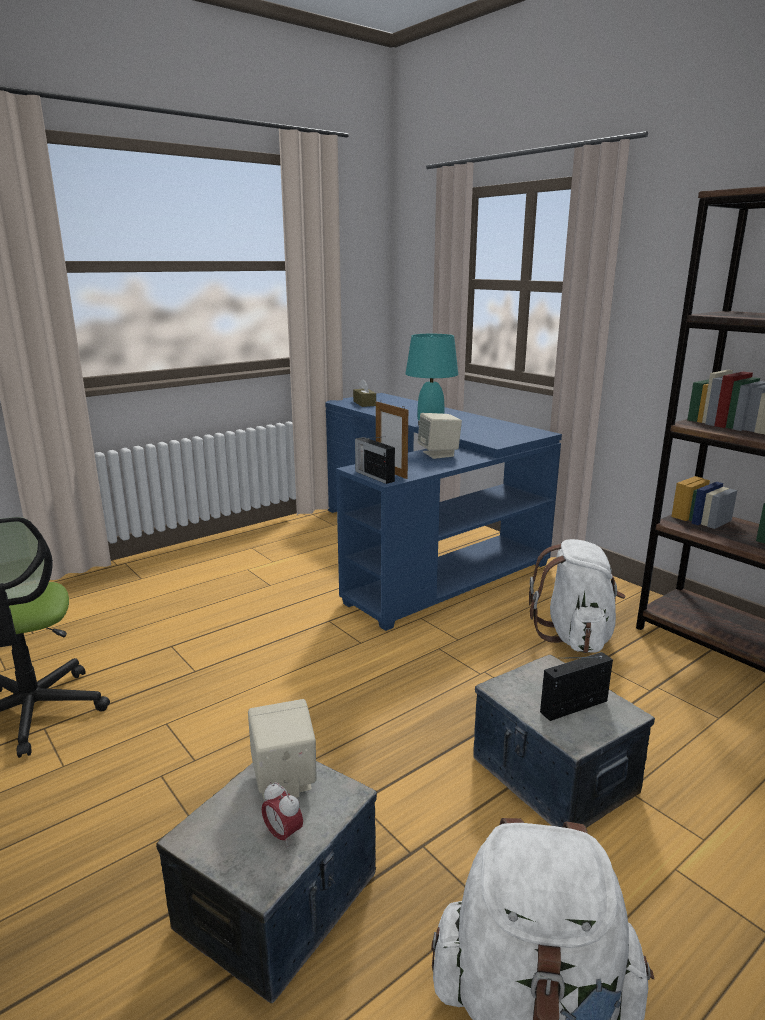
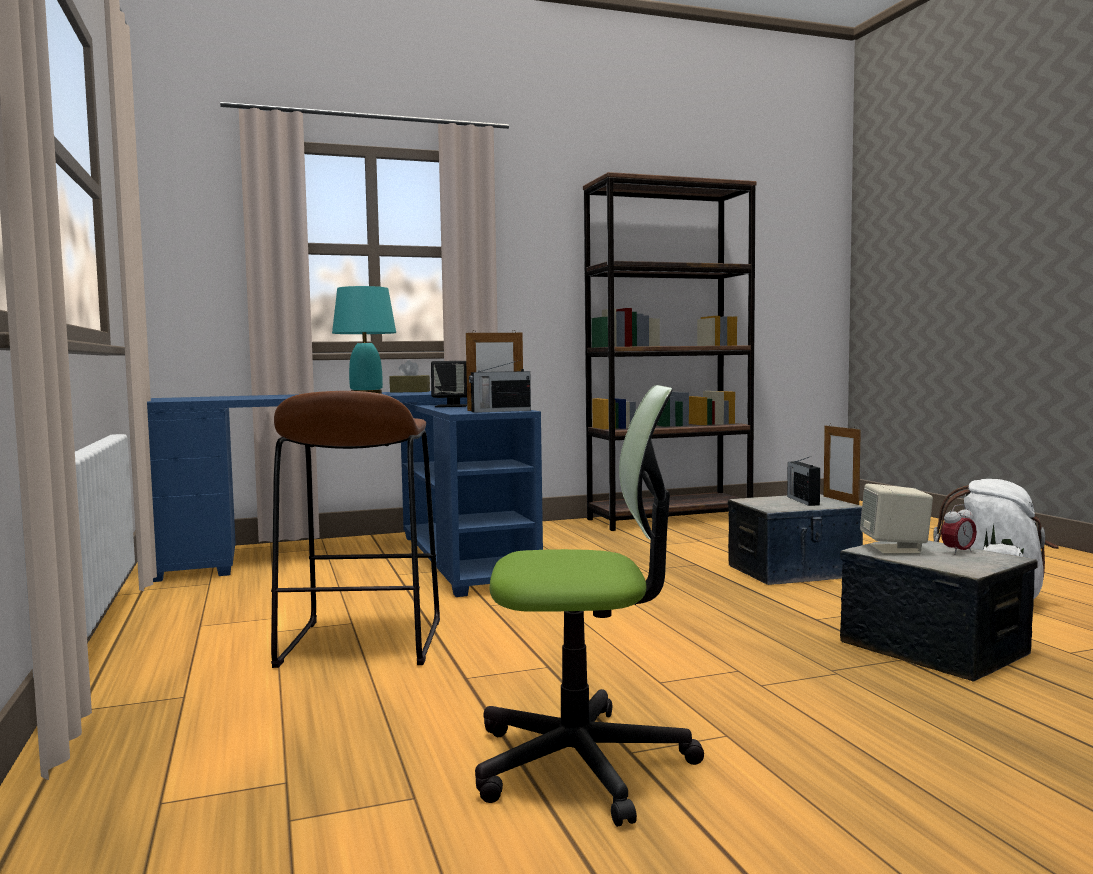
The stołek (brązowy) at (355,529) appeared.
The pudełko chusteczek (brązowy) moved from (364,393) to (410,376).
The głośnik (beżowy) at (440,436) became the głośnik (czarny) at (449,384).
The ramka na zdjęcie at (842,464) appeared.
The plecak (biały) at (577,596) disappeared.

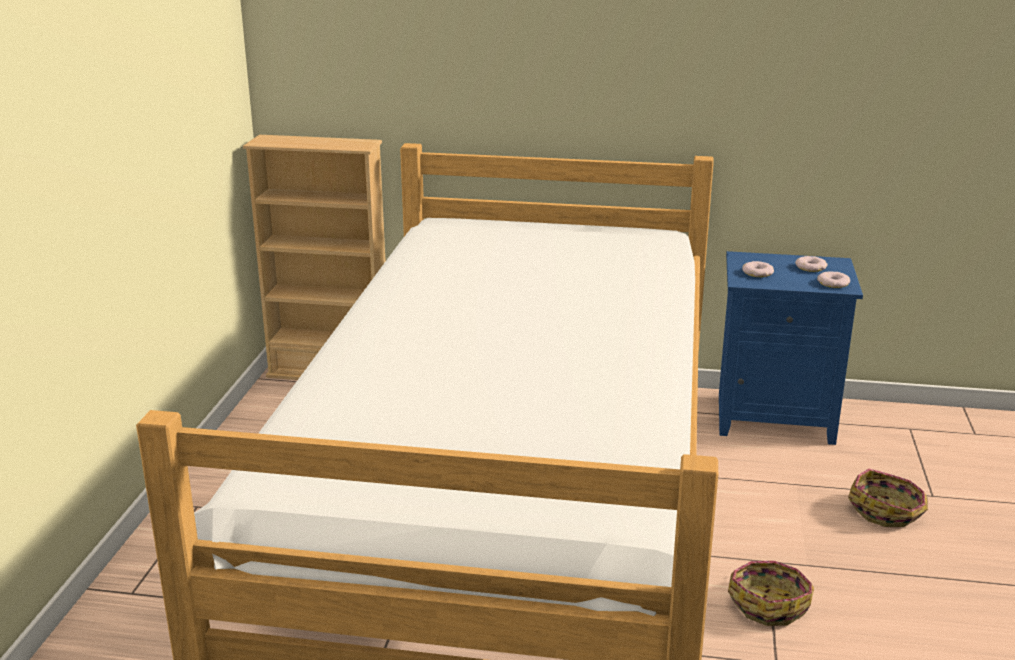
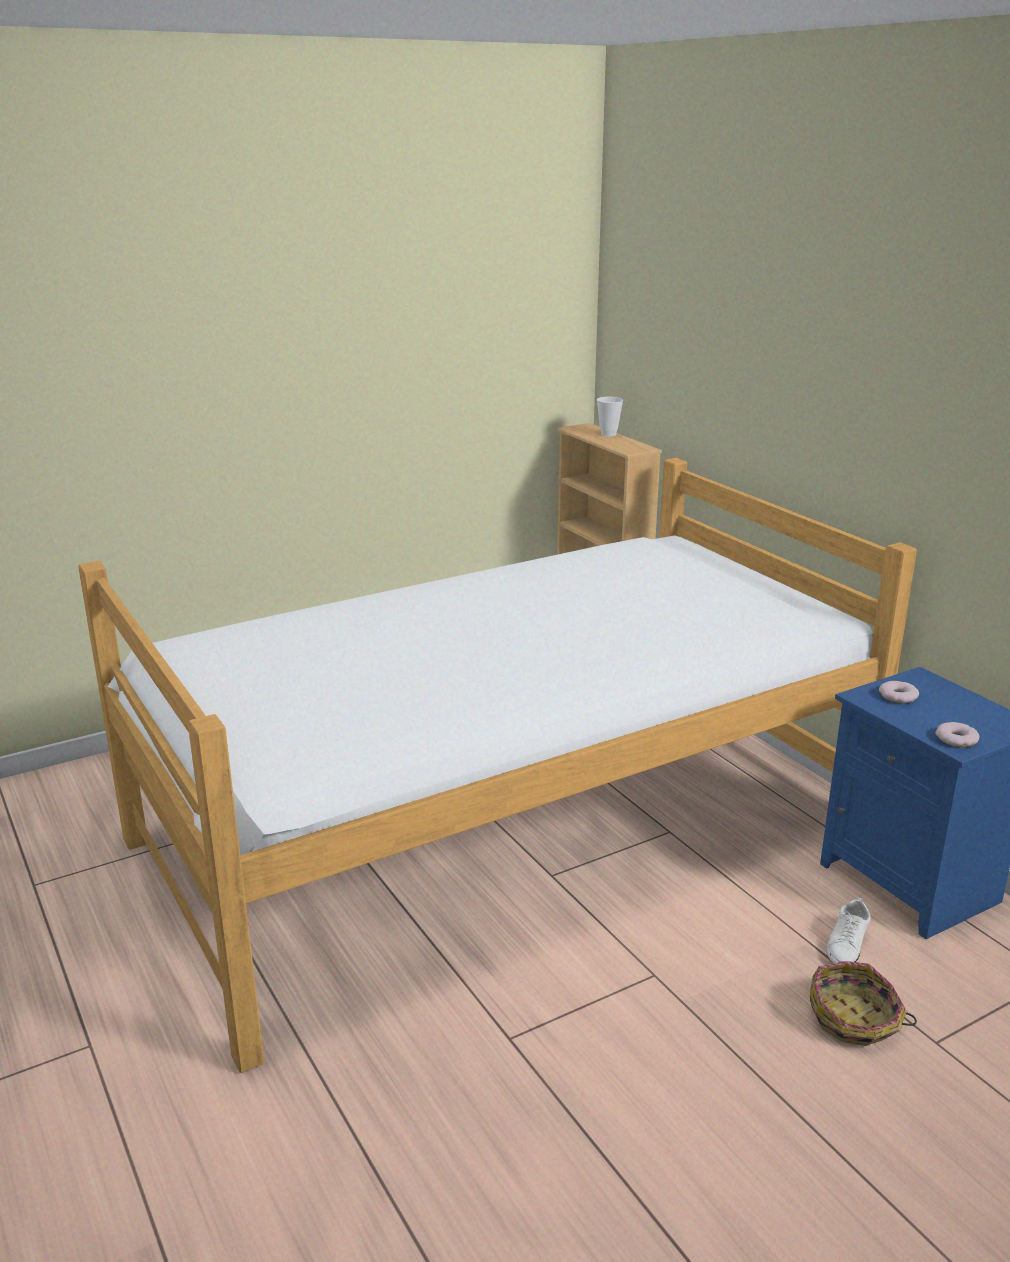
The filiżanka at (610,416) appeared.
The but (biały) at (849,930) appeared.
The koszyk at (771,593) disappeared.
The donut at (811,264) disappeared.

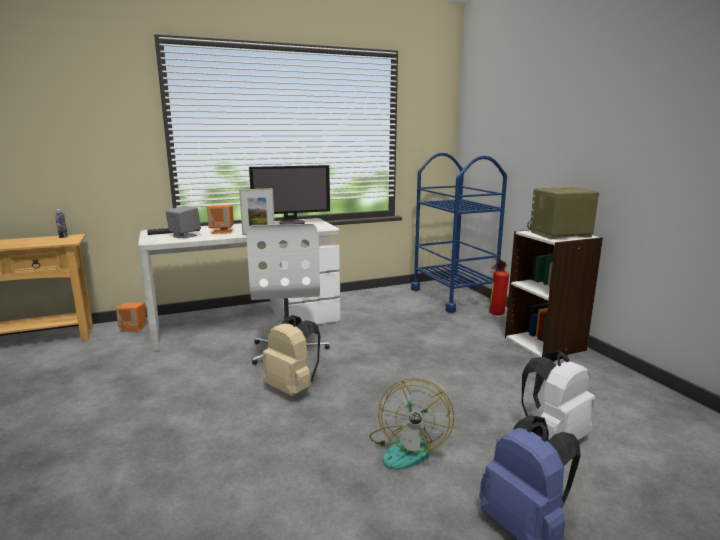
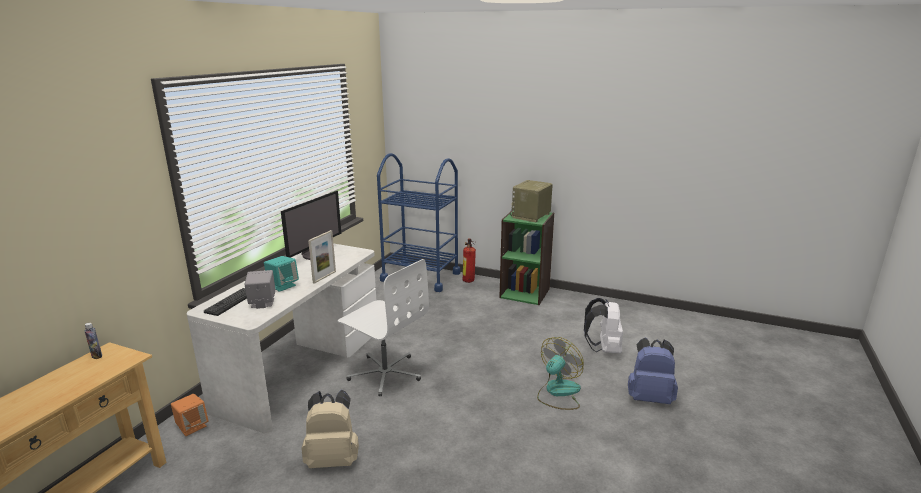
The głośnik (pomarańczowy) at (220,219) became the głośnik (turkusowy) at (281,274).
The plecak (beżowy) moved from (292,355) to (330,429).
The regał (biały) at (554,293) became the regał (zielony) at (526,257).
The wentylator at (411,424) turned 105 degrees counterclockwise.

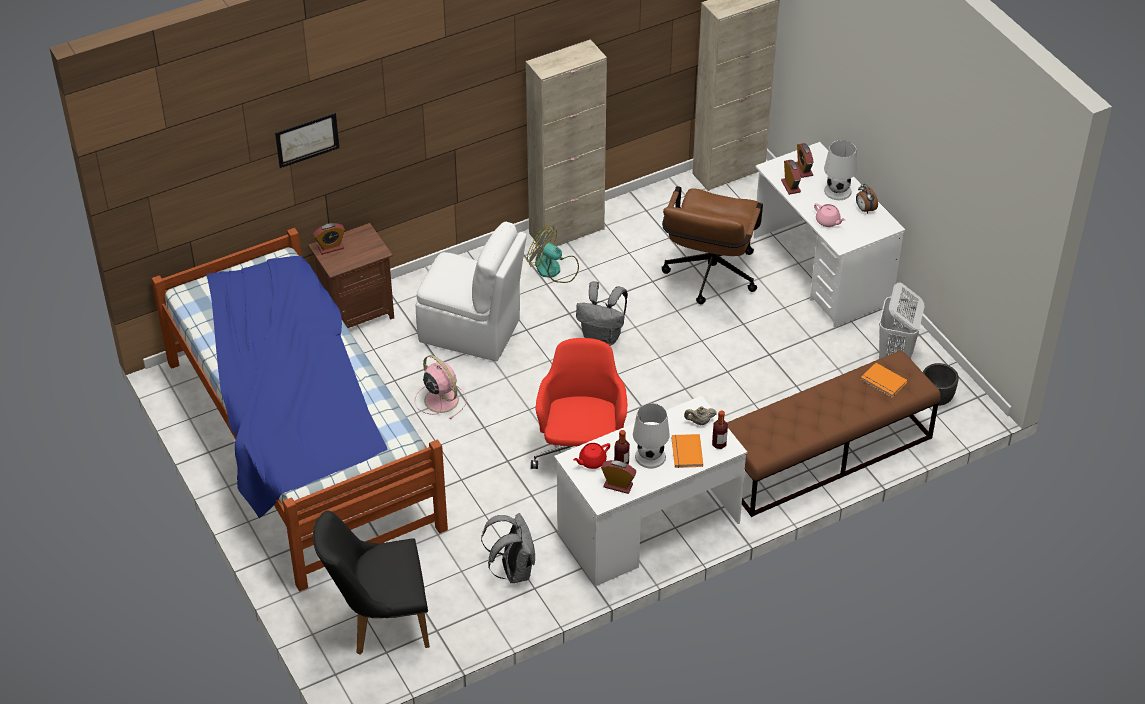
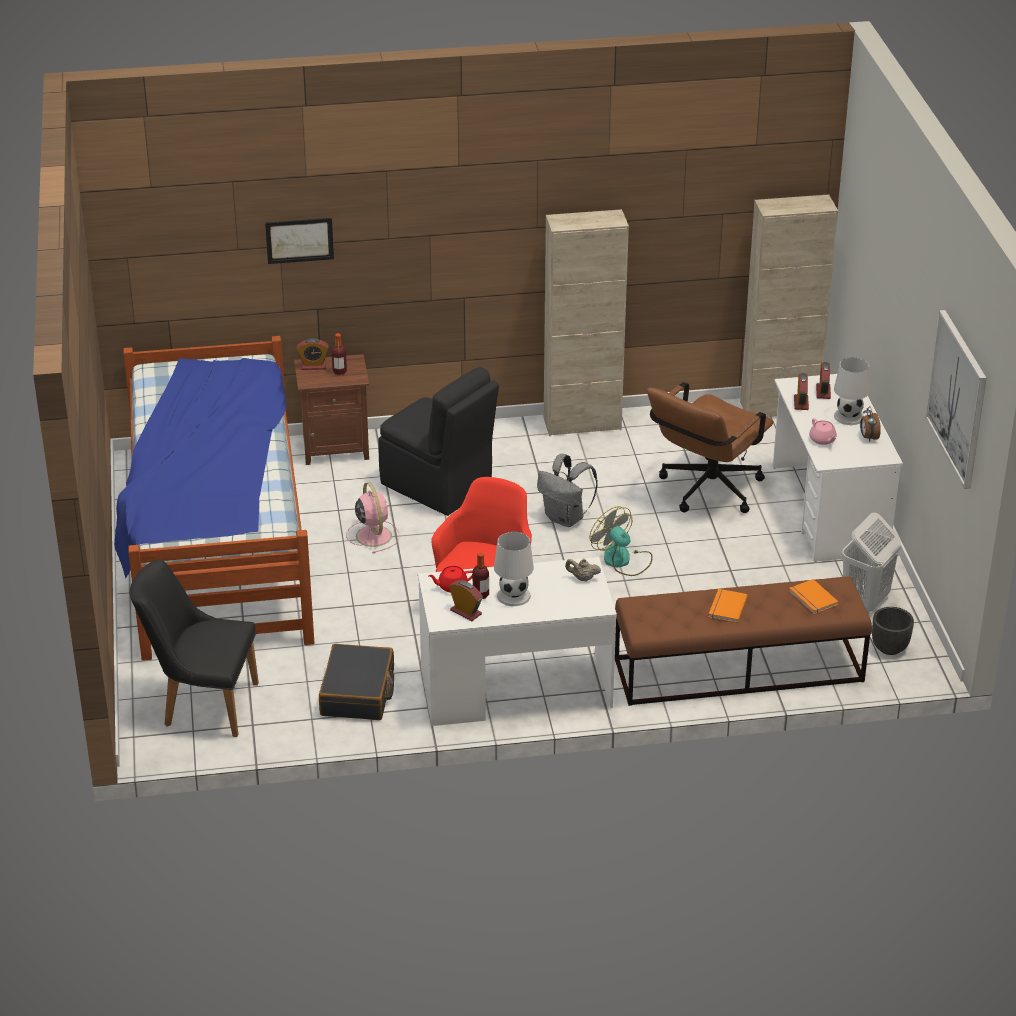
The plecak (szary) at (508,548) was replaced by the walizka (czarny) at (356,682).
The butelka moved from (720,429) to (339,354).
The krzesło (biały) at (471,291) became the krzesło (czarny) at (438,441).
The wentylator moved from (553,254) to (621,541).
The książka (pomarańczowy) moved from (687,451) to (728,606).
The obraz at (956,399) appeared.

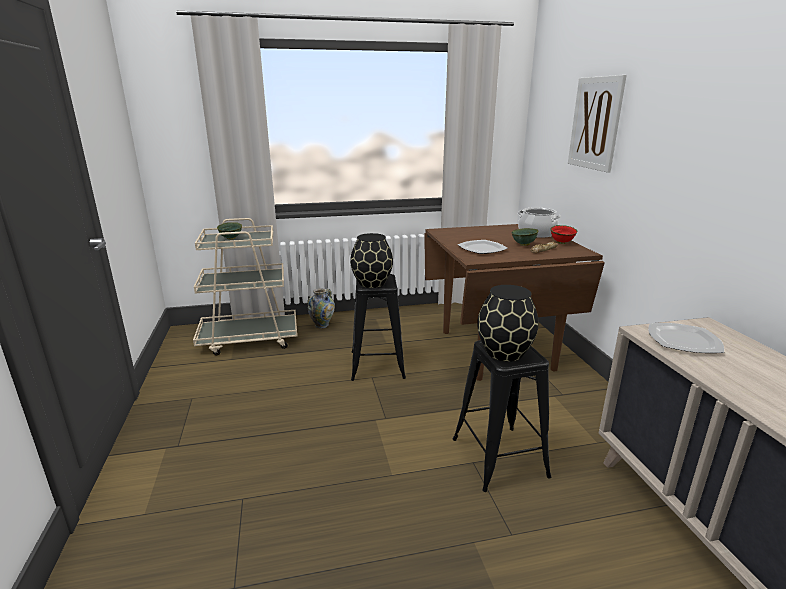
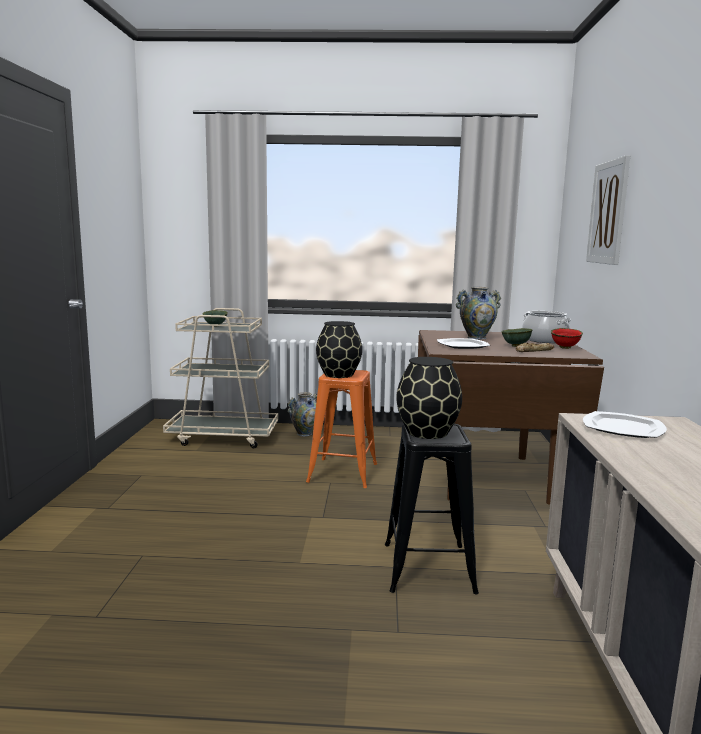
The stołek (czarny) at (378,327) became the stołek (pomarańczowy) at (341,429).
The wazon at (478,313) appeared.

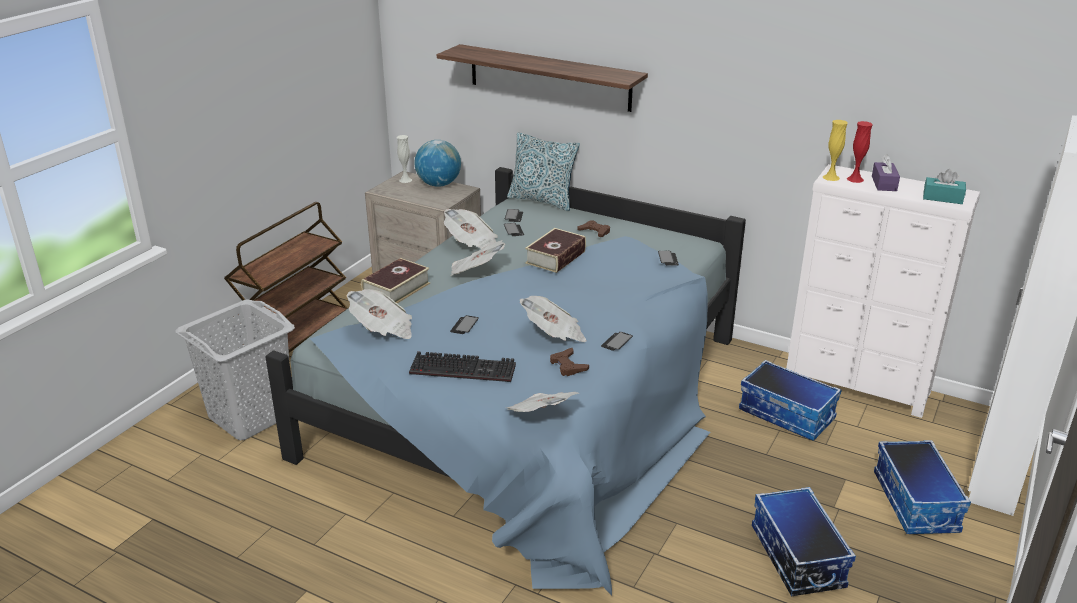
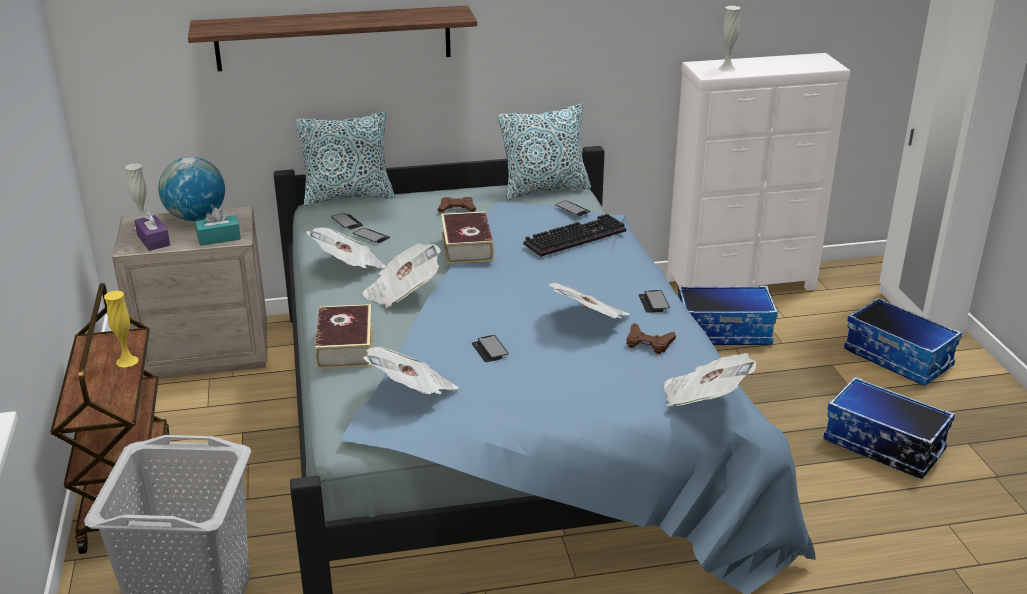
The wazon (żółty) moved from (835,150) to (121,329).
The pudełko chusteczek (fioletowy) moved from (886,172) to (152,230).
The pudełko chusteczek (turkusowy) moved from (944,186) to (218,227).
The poduszka at (544,151) appeared.
The klawiatura moved from (462,366) to (575,235).
The wazon (czerwony) at (860,152) became the wazon (biały) at (729,39).

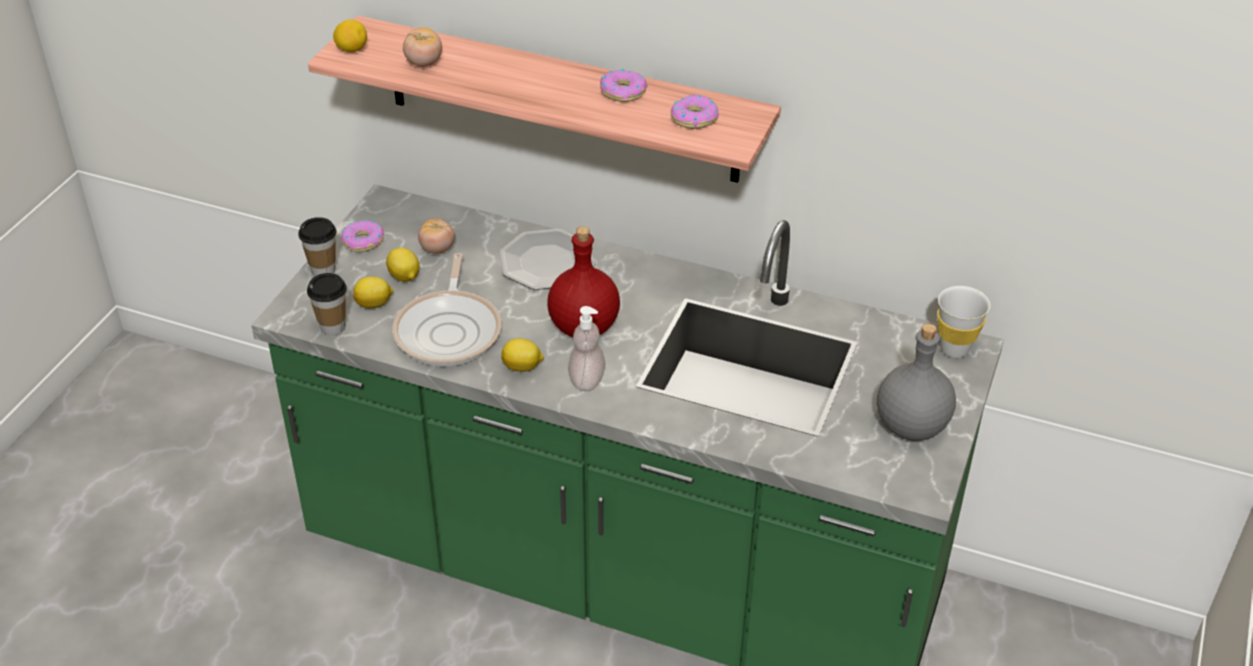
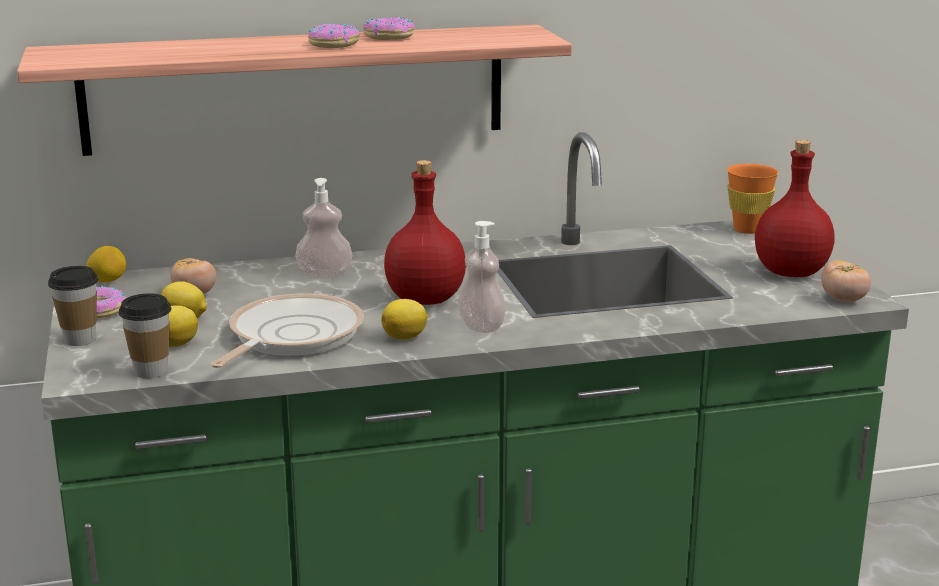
The cytryna moved from (350,35) to (106,264).
The patelnia at (446,309) turned 120 degrees counterclockwise.
The talerz at (547,259) was replaced by the dozownik mydła at (324,228).
The donut moved from (695,112) to (334,36).
The filiżanka (biały) at (963,322) became the filiżanka (pomarańczowy) at (753,199).
The butelka (szary) at (916,382) became the butelka (czerwony) at (795,208).
The pomidor moved from (422,47) to (846,281).

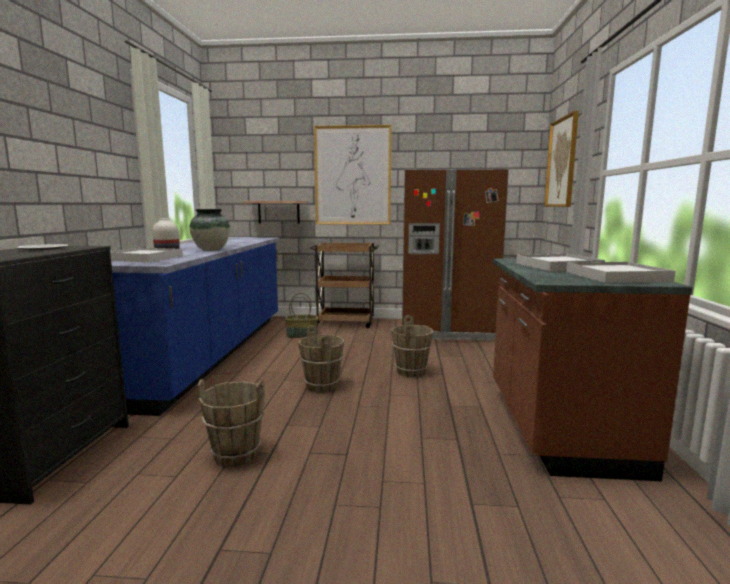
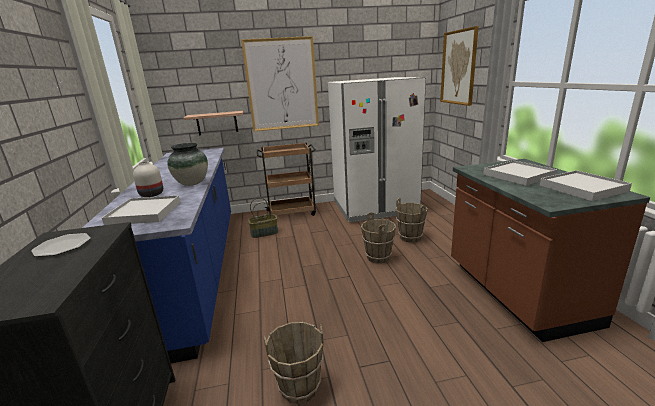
The lodówka (brązowy) at (455,255) became the lodówka (biały) at (377,149).
The wiadro (brązowy) moved from (321,358) to (412,220).

